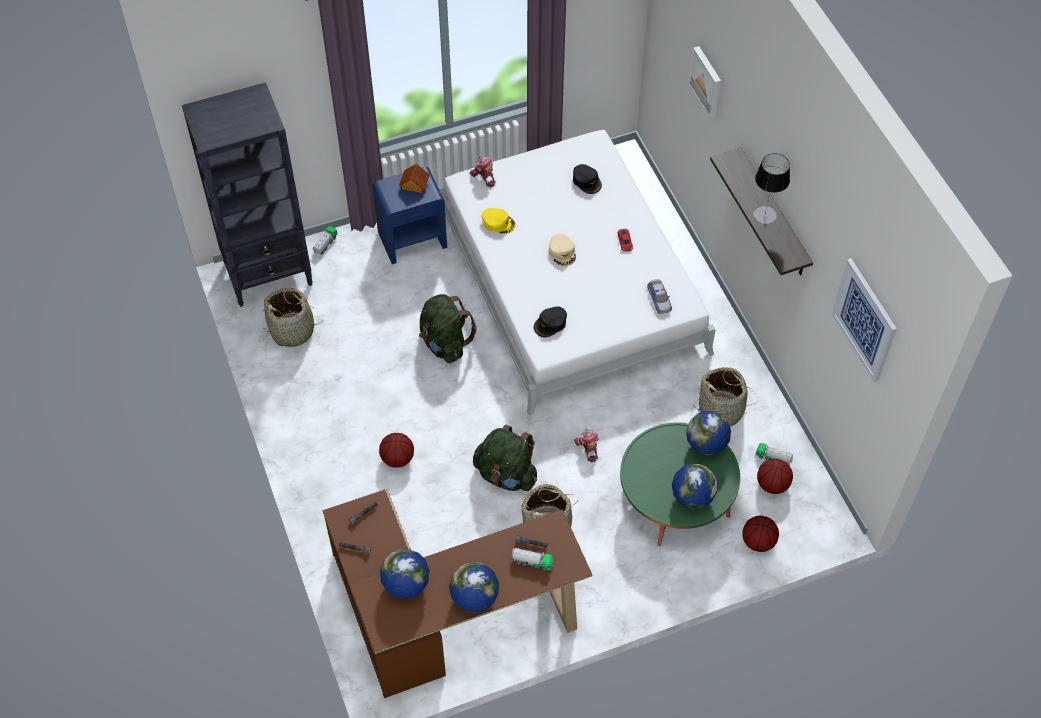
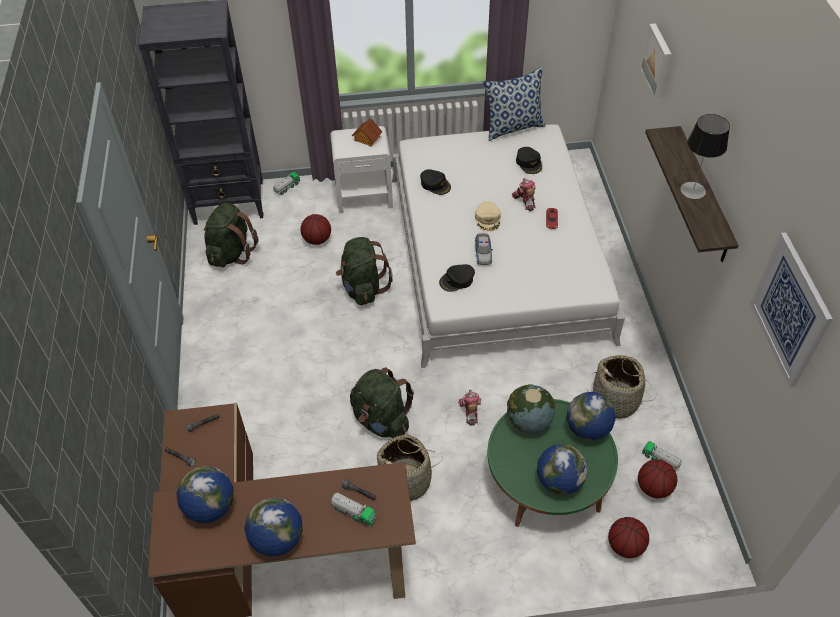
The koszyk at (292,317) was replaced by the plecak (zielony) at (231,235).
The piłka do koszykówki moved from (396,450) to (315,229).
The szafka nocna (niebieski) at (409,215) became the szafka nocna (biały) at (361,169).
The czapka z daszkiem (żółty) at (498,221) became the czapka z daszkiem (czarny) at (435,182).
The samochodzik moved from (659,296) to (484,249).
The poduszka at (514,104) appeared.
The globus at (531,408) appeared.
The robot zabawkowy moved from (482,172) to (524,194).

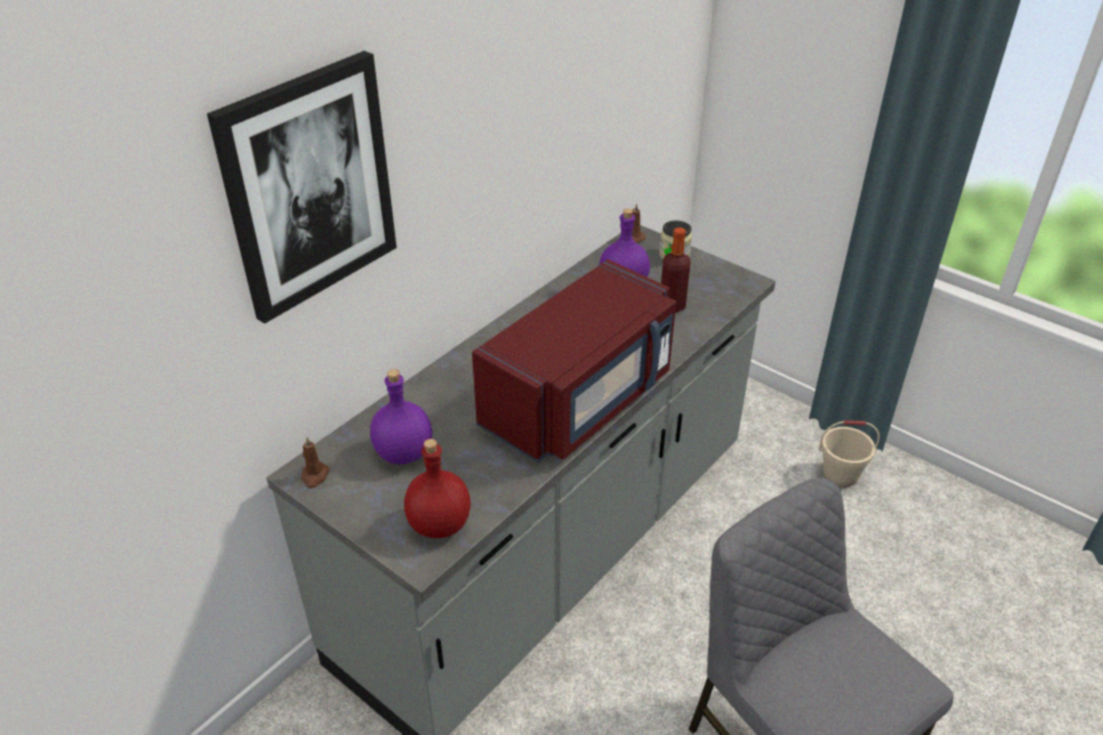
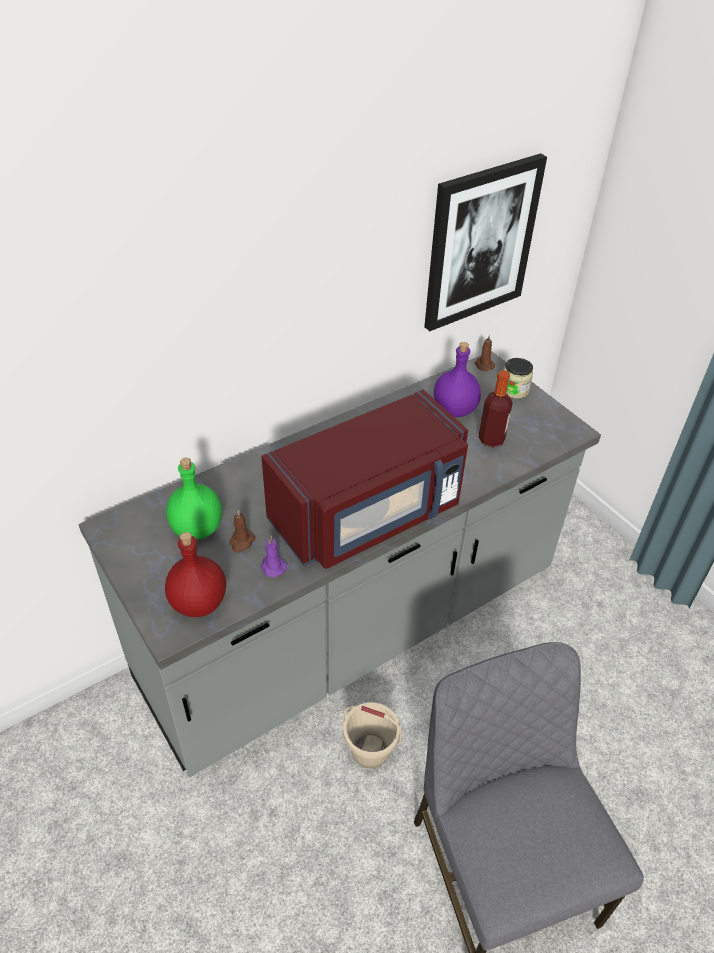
The butelka (fioletowy) at (401,416) became the butelka (zielony) at (194,498).
The świeca (brązowy) moved from (315,462) to (242,531).
The świeca (fioletowy) at (274,556) appeared.
The wiadro (beżowy) moved from (849,453) to (372,735).
The obraz moved from (302,187) to (485,242).

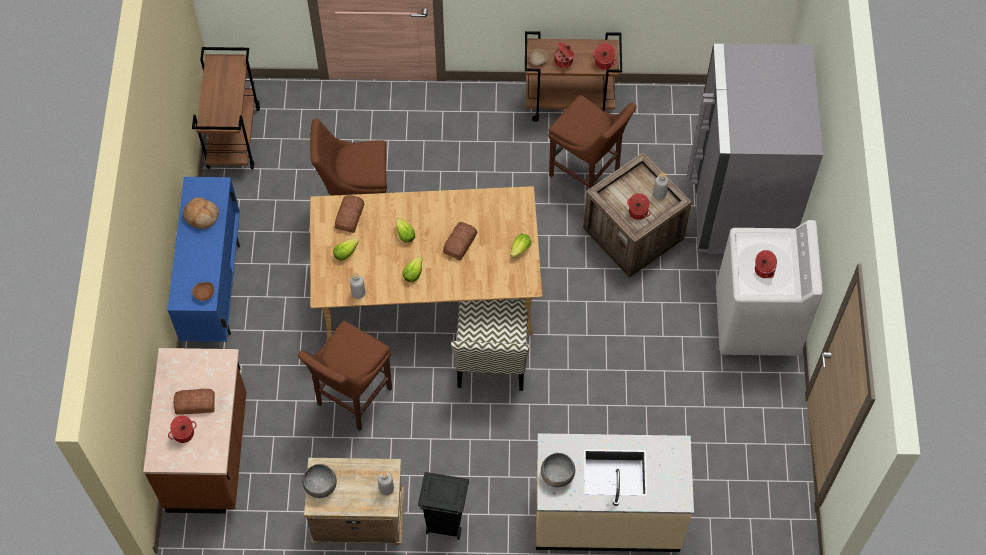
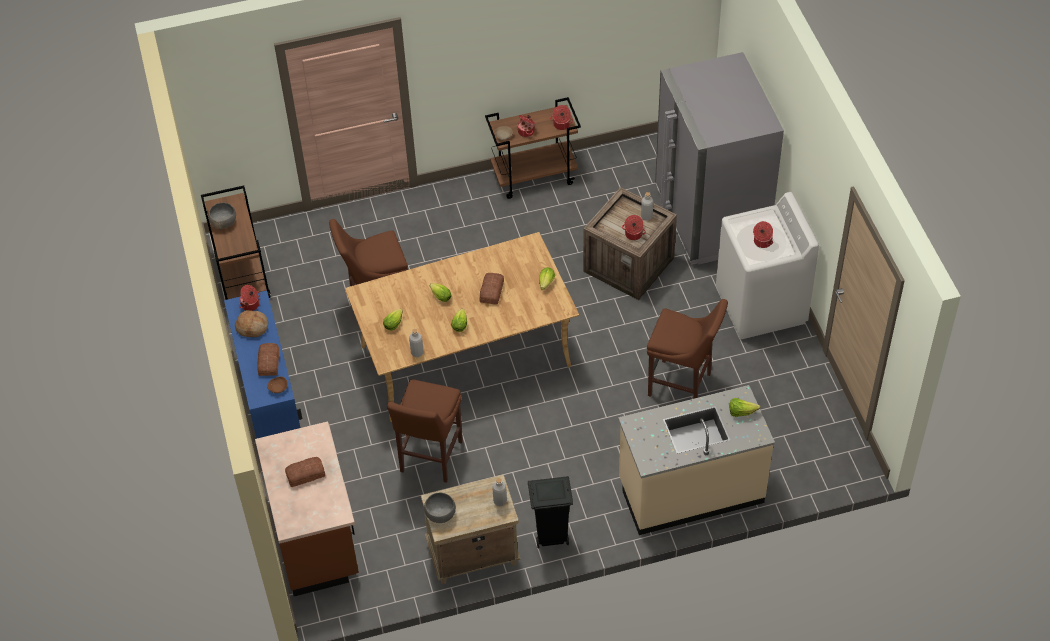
The miska (szary) moved from (558,470) to (222,215).
The garnek moved from (182,429) to (249,298).
The chleb moved from (349,214) to (268,359).
The stołek (brązowy) moved from (592,142) to (687,349).
The sałata at (745,407) appeared.
The krzesło at (490,345) disappeared.

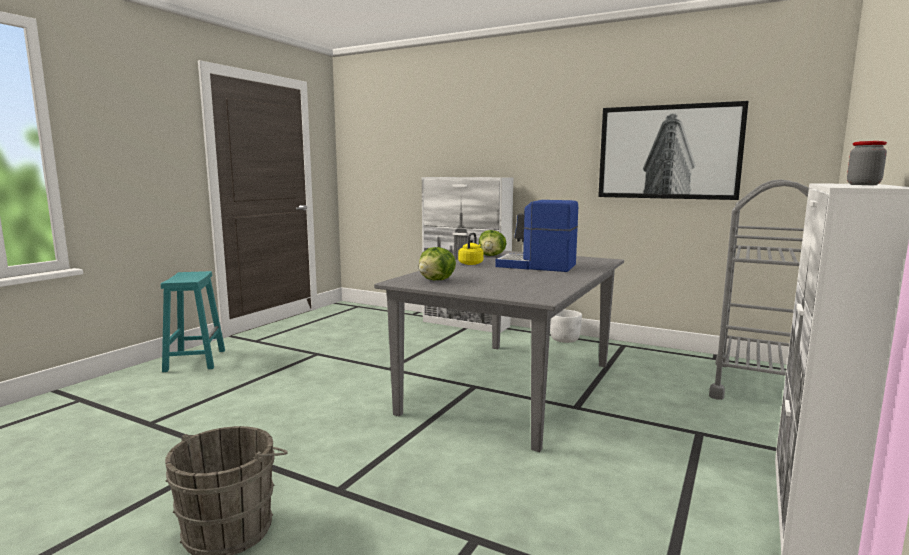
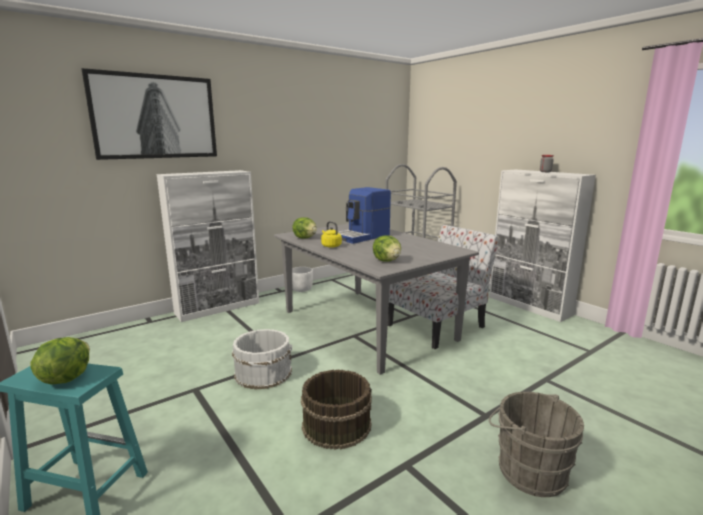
The sałata at (60,361) appeared.
The obraz moved from (673,150) to (149,114).
The wiadro (biały) at (262,359) appeared.
The wiadro (brązowy) at (336,409) appeared.
The krzesło at (443,287) appeared.

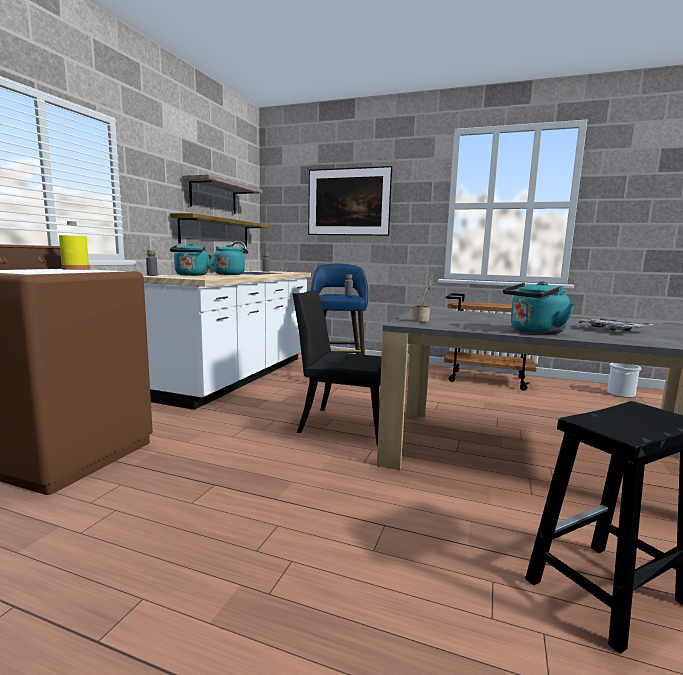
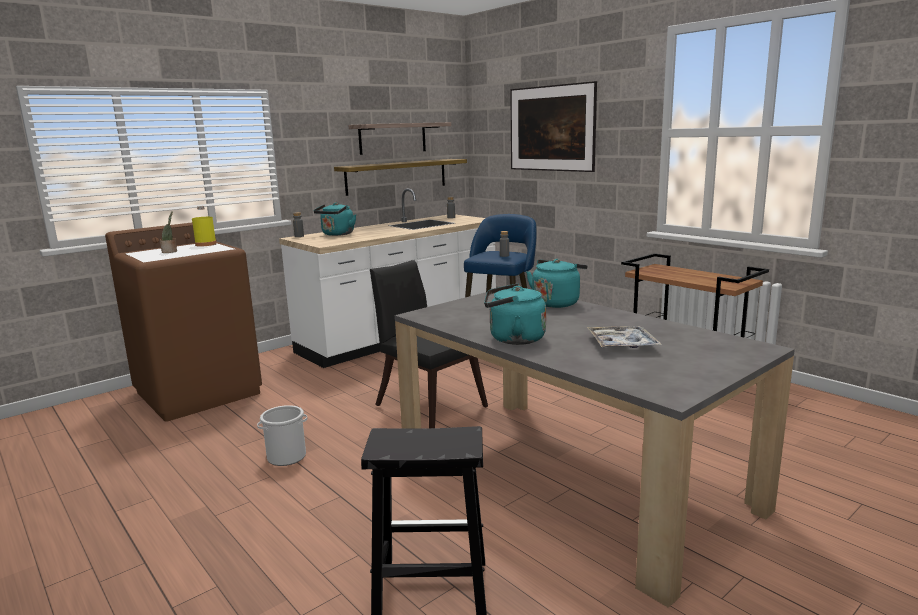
The roślina doniczkowa moved from (422,298) to (168,232).
The wiadro moved from (624,380) to (282,435).
The czajnik (turkusowy) moved from (228,260) to (557,283).

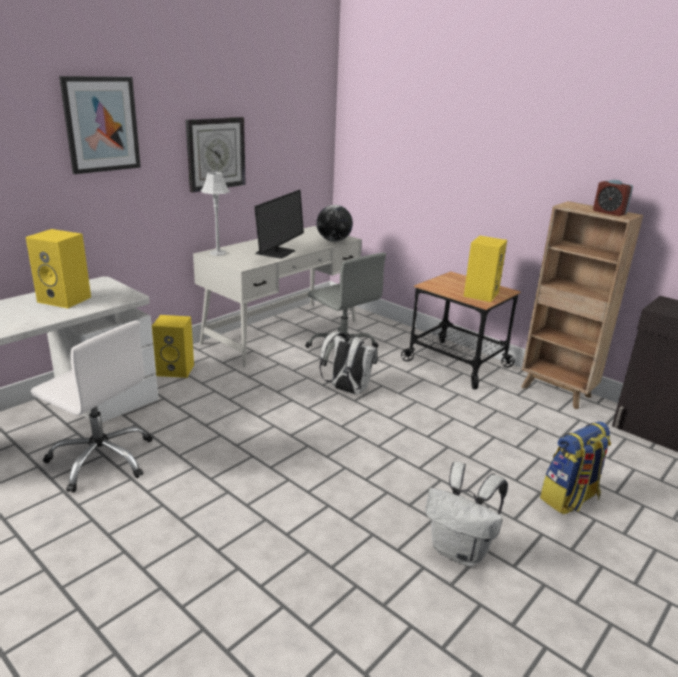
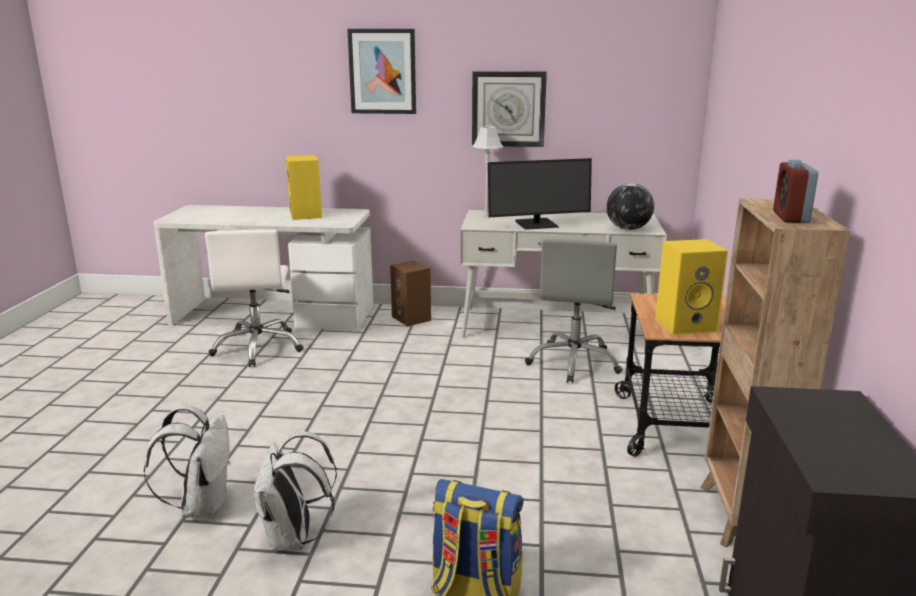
The plecak (biały) moved from (348,363) to (187,462).
The głośnik (żółty) at (173,346) became the głośnik (brązowy) at (410,293).

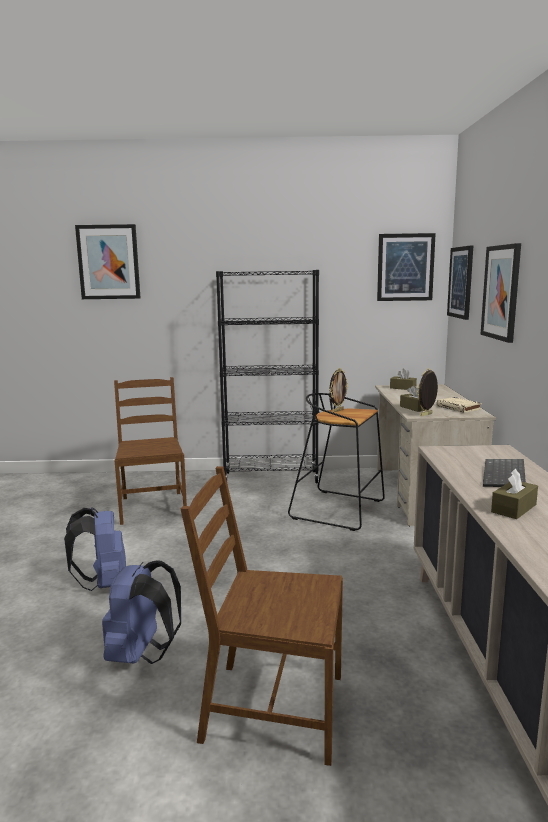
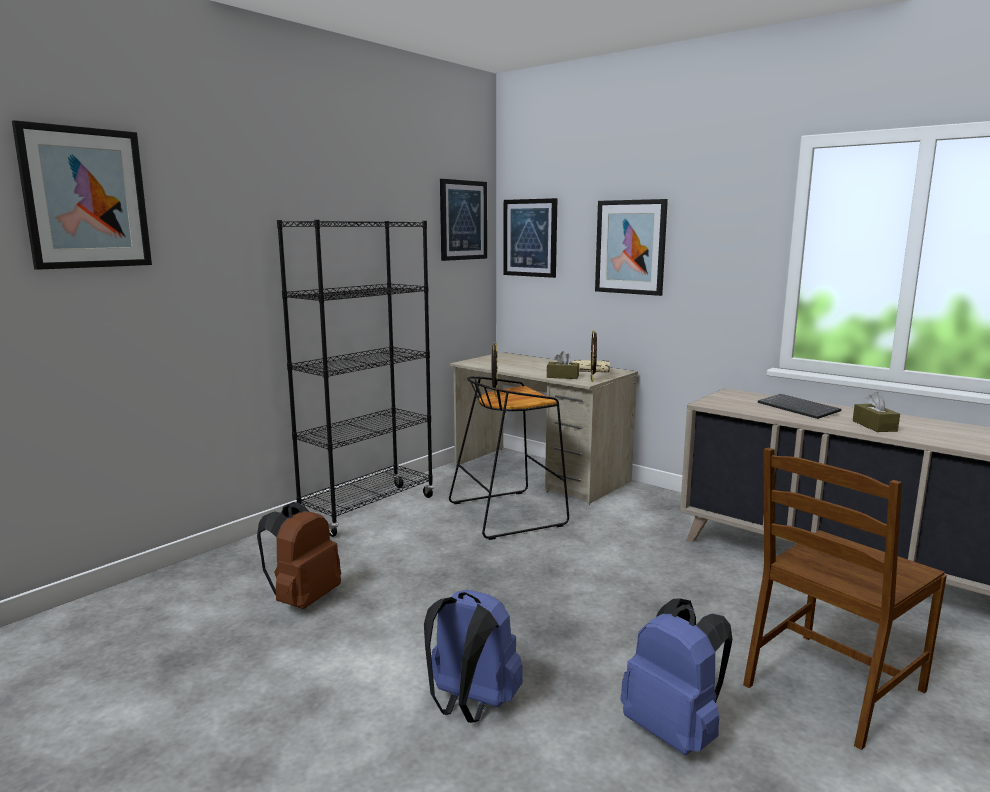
The krzesło (brązowy) at (150,451) was replaced by the plecak (brązowy) at (299,555).
The pudełko chusteczek (brązowy) at (403,379) disappeared.

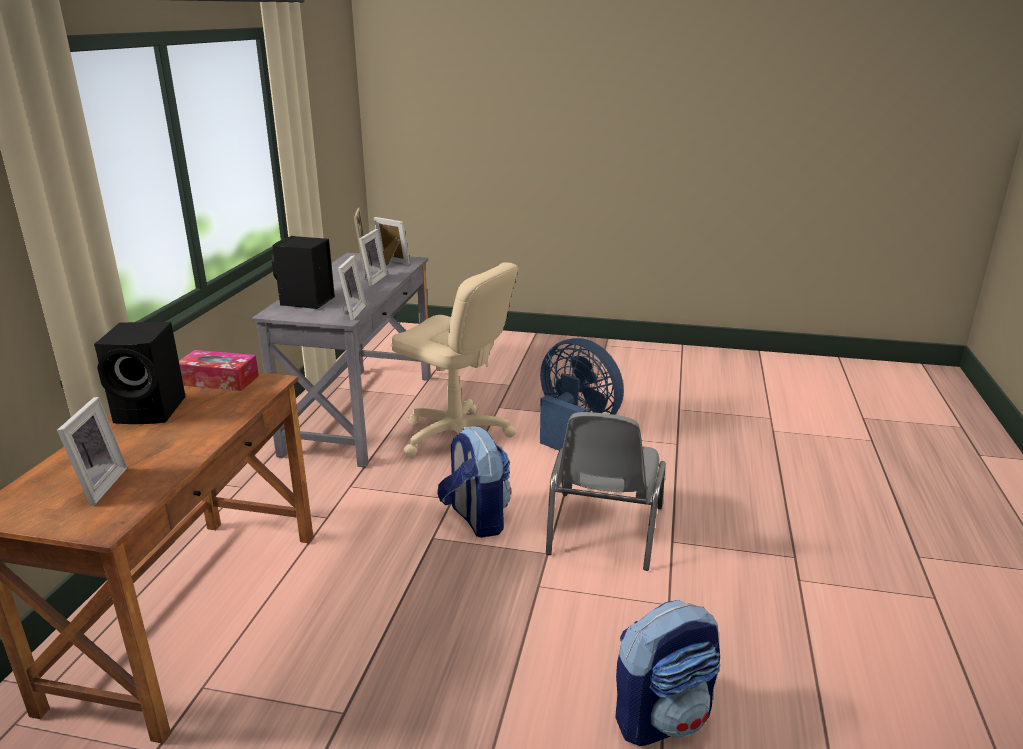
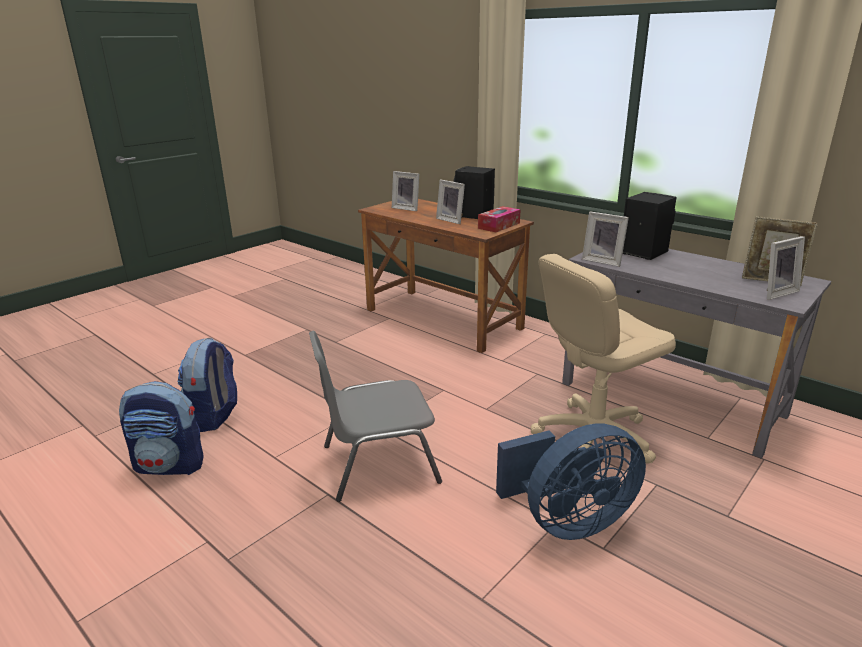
The plecak moved from (474,482) to (161,428).
The krzesło (szary) at (606,491) turned 60 degrees counterclockwise.
The ramka na zdjęcie moved from (373,257) to (450,202).

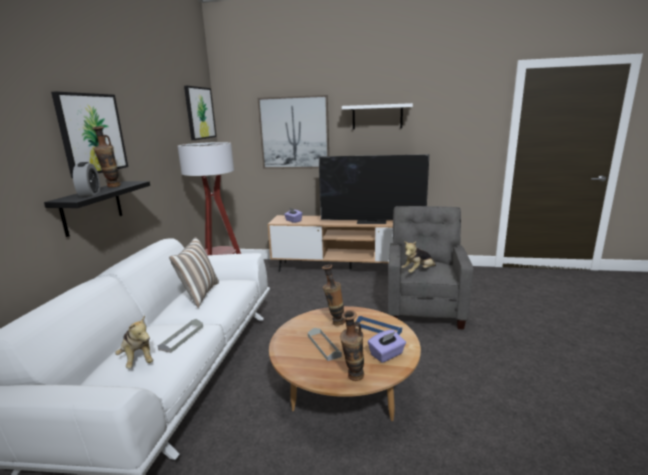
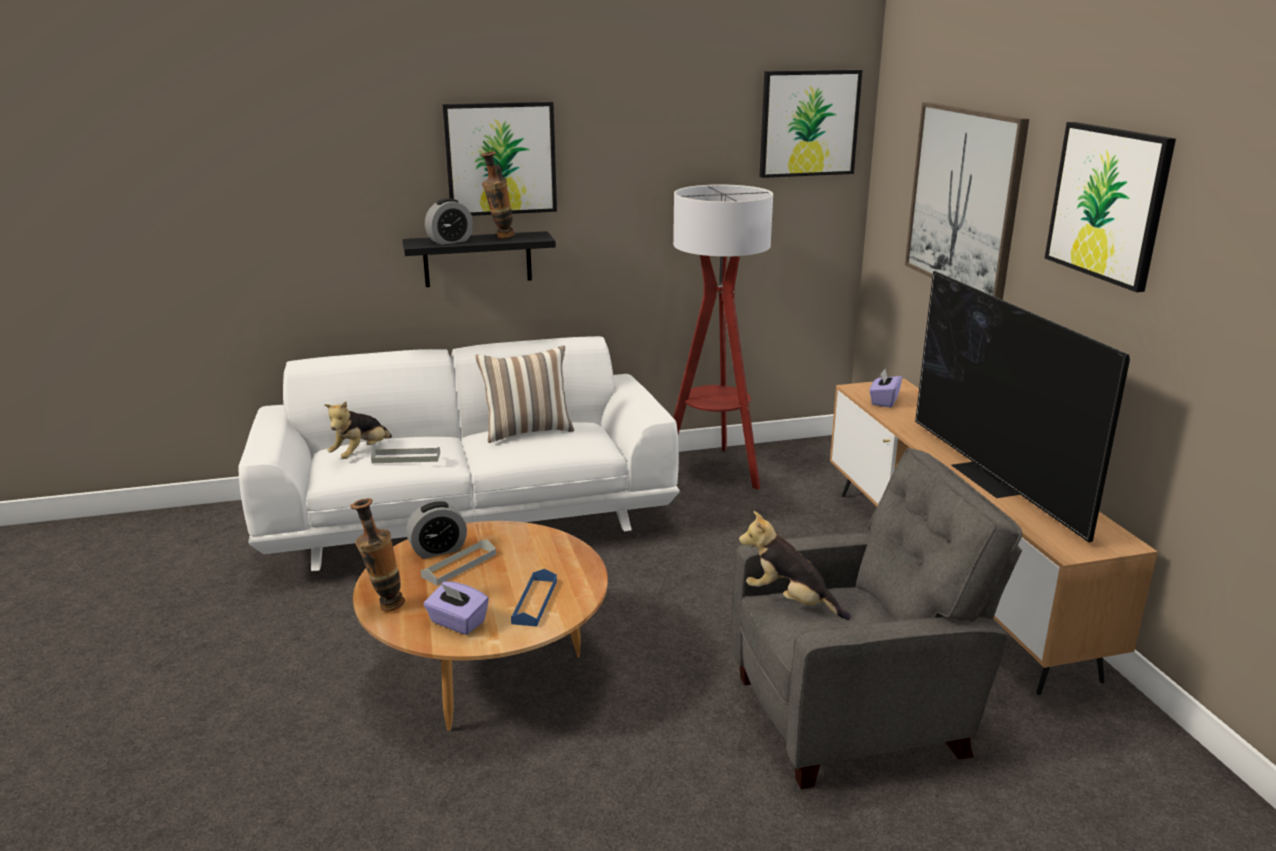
The budzik at (436,530) appeared.
The półka (biały) at (377,116) was replaced by the obraz at (1110,207).
The wazon at (334,295) disappeared.

